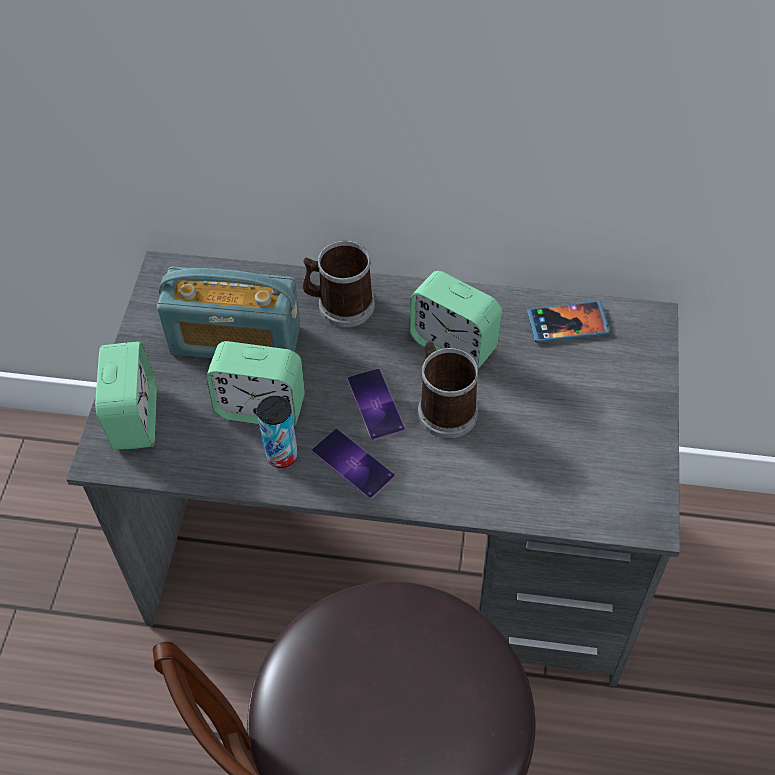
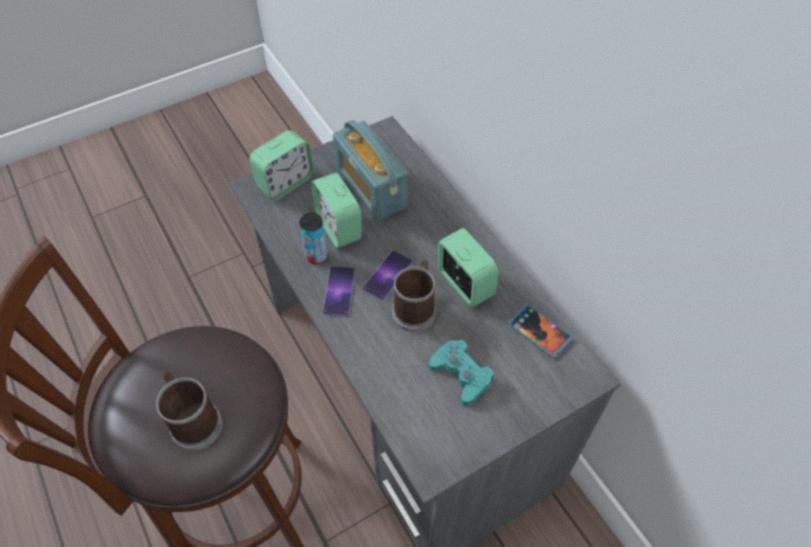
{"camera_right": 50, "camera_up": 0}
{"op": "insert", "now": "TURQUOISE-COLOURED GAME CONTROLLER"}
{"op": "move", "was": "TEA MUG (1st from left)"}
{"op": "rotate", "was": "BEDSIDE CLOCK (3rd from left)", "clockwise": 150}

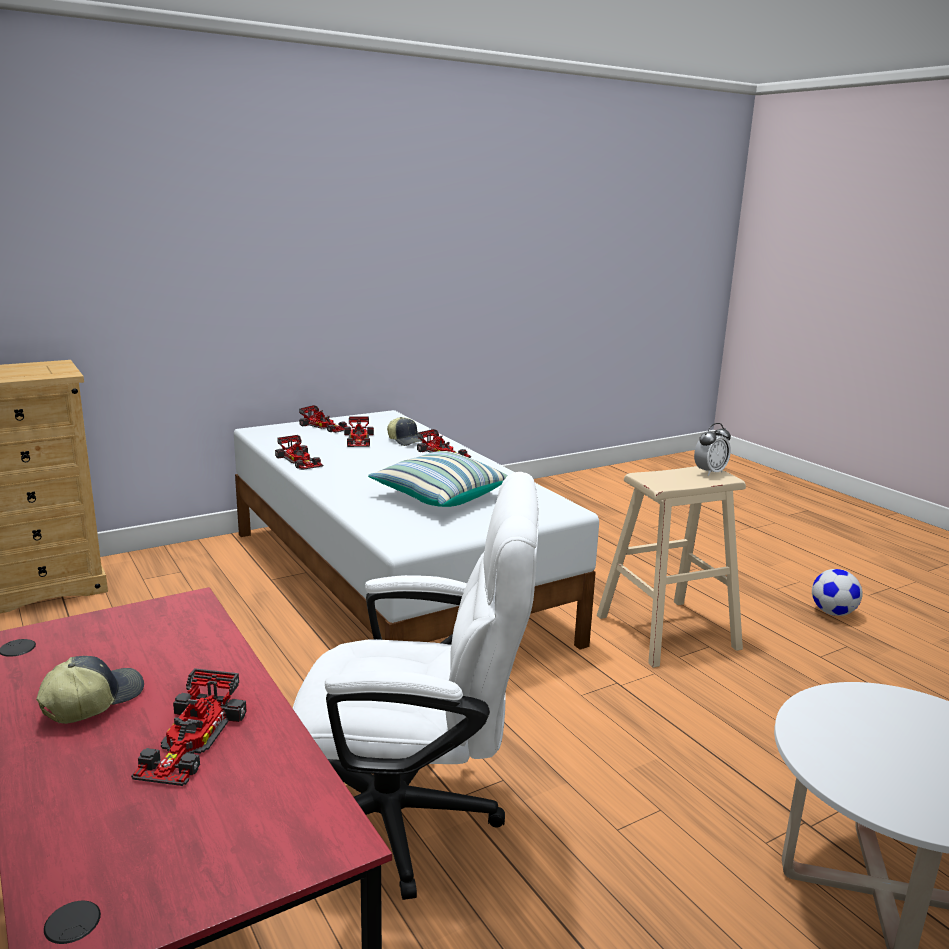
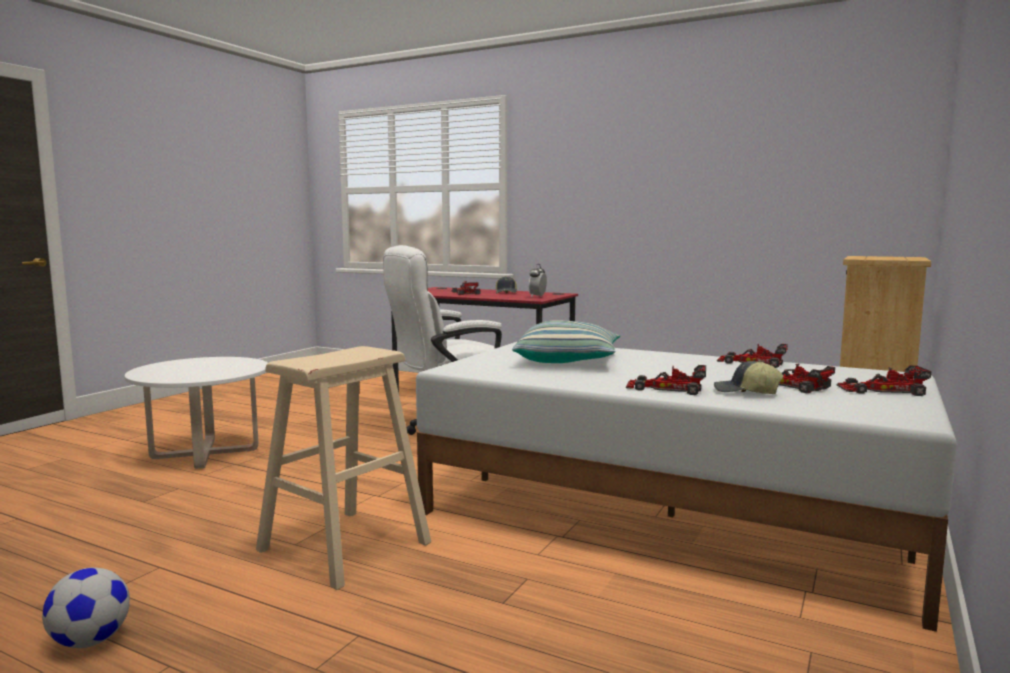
{"camera_right": 150, "camera_up": -10}
{"op": "move", "was": "BEDSIDE CLOCK"}

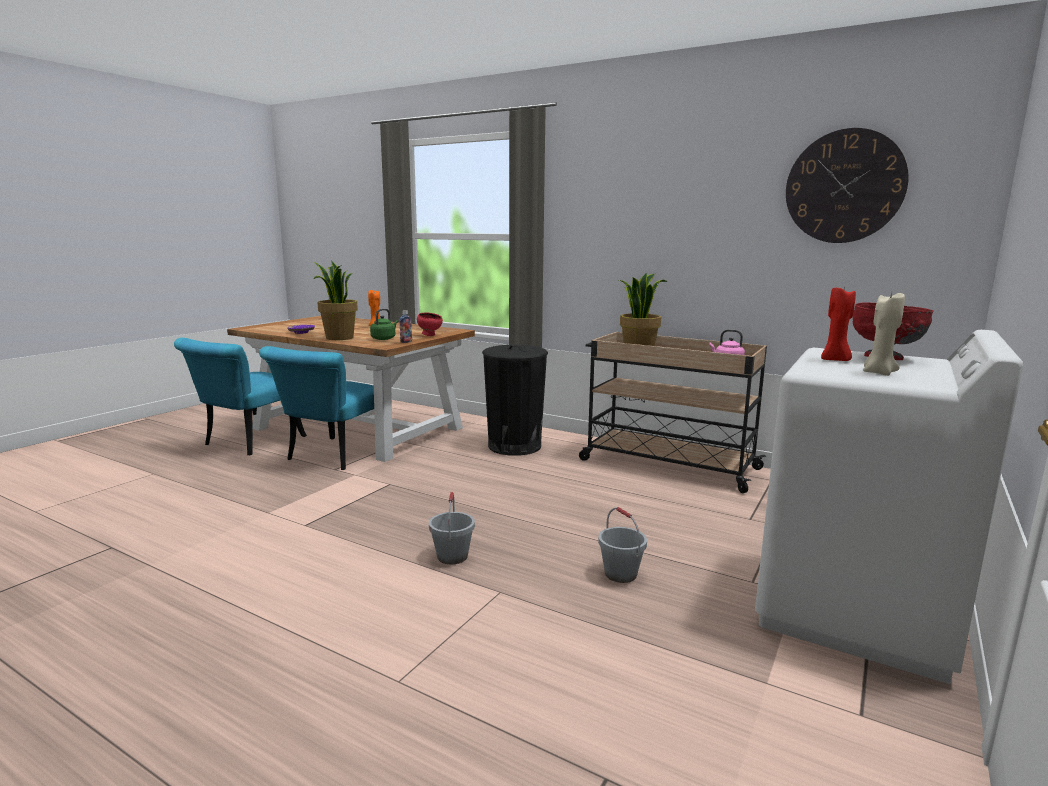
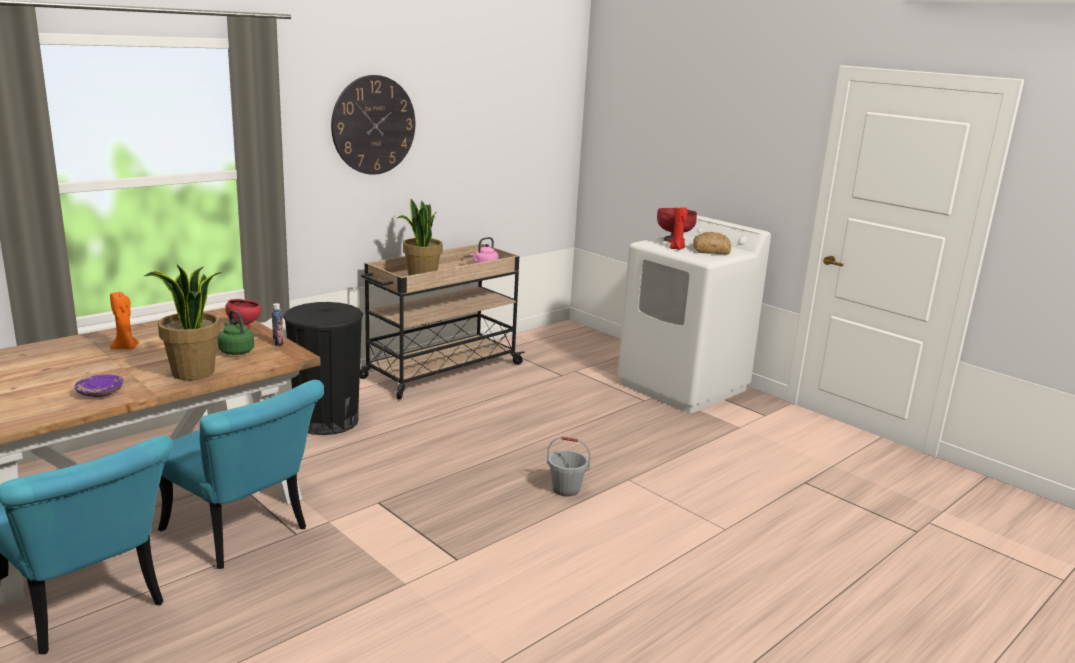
{"camera_right": -75, "camera_up": 5}
{"op": "delete", "was": "GREY BUCKET (2nd from left)"}
{"op": "move", "was": "CLOCK ON THE WALL"}
{"op": "replace", "was": "SAND-COLOURED CANDLE", "now": "BAKED BREAD"}

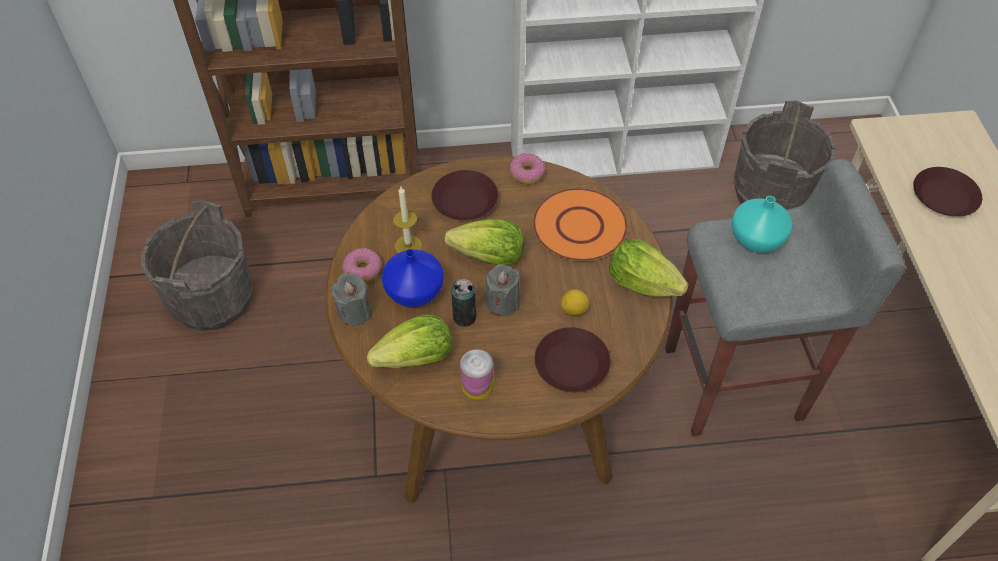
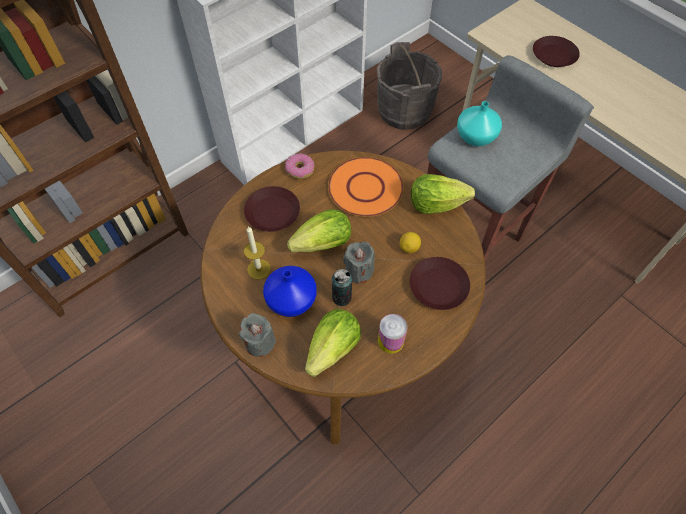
{"camera_right": -35, "camera_up": 5}
{"op": "delete", "was": "GREY BUCKET (1st from left)"}
{"op": "delete", "was": "DONUT (1st from left)"}

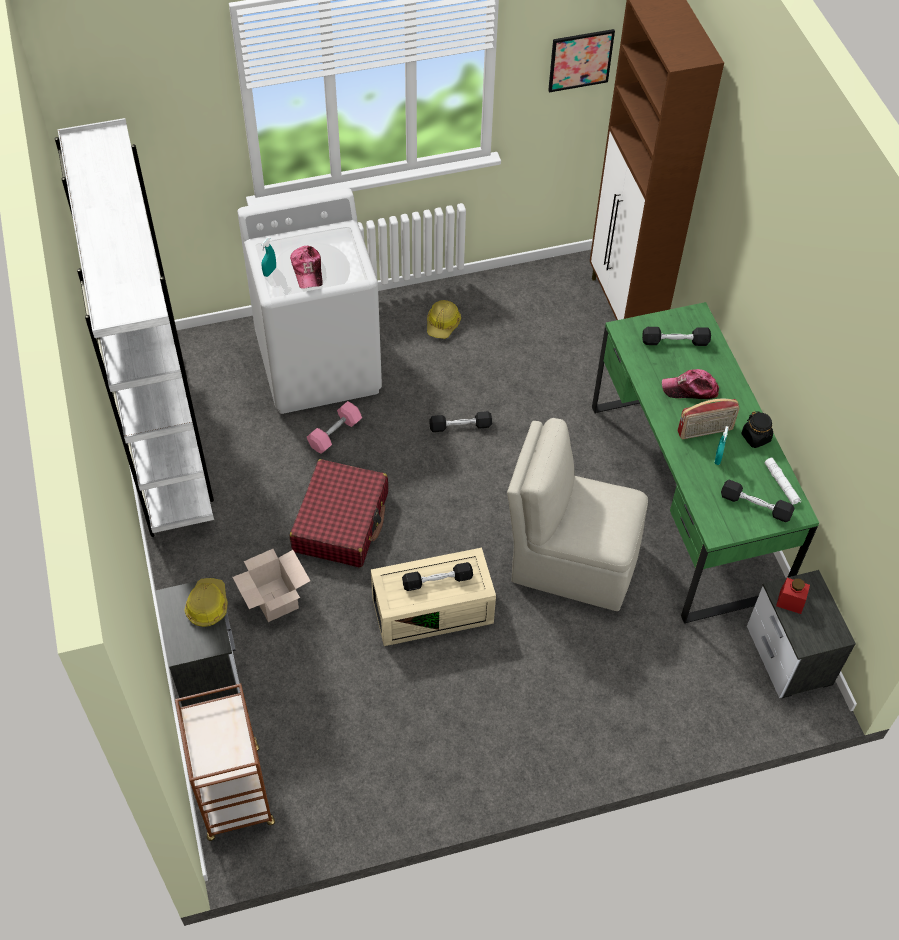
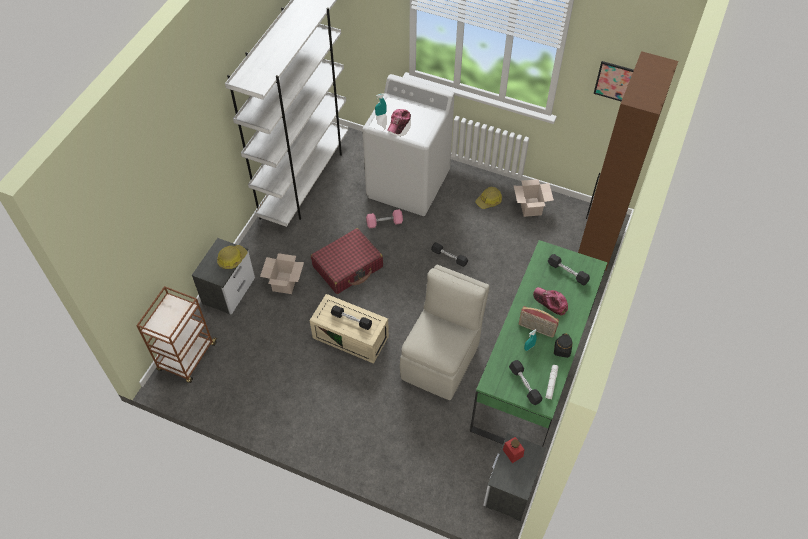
{"camera_right": 40, "camera_up": 0}
{"op": "insert", "now": "PACKING BOX (2nd from left)"}
{"op": "rotate", "was": "SAND-COLOURED UPRIGHT CHAIR", "clockwise": 60}

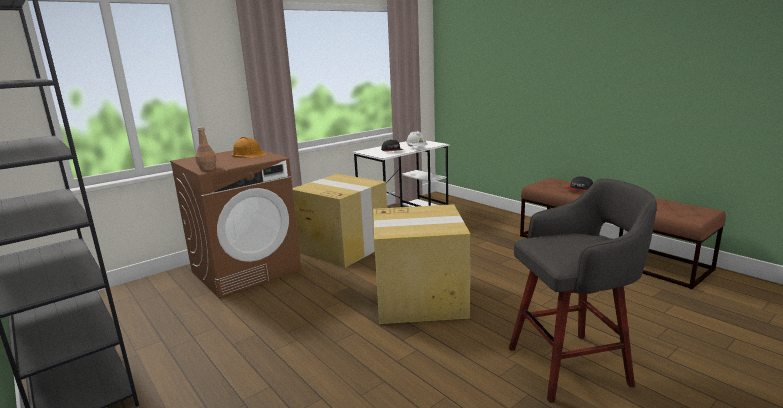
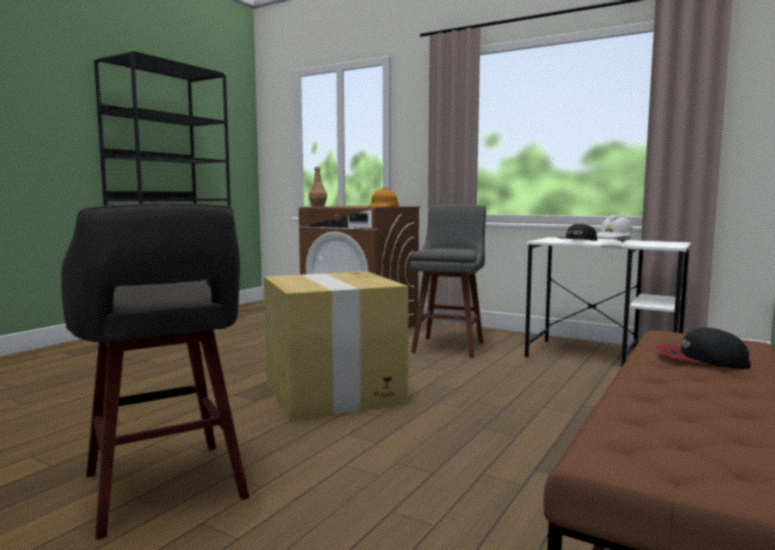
{"camera_right": 70, "camera_up": -10}
{"op": "replace", "was": "PACKING BOX (1st from left)", "now": "GREY SITTING STOOL (2nd from left)"}

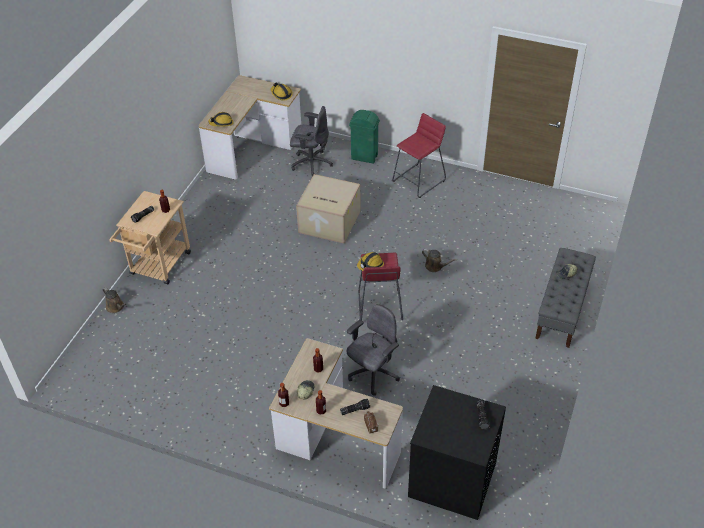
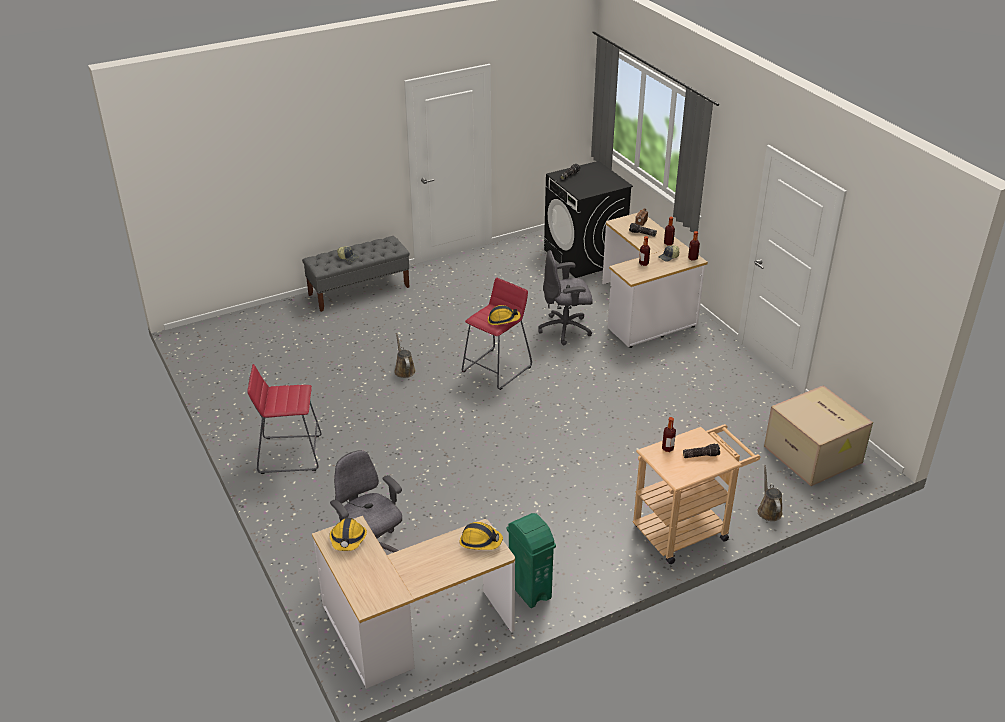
{"camera_right": -140, "camera_up": -10}
{"op": "move", "was": "PACKING BOX"}
{"op": "move", "was": "GREENISH WASTE BIN"}

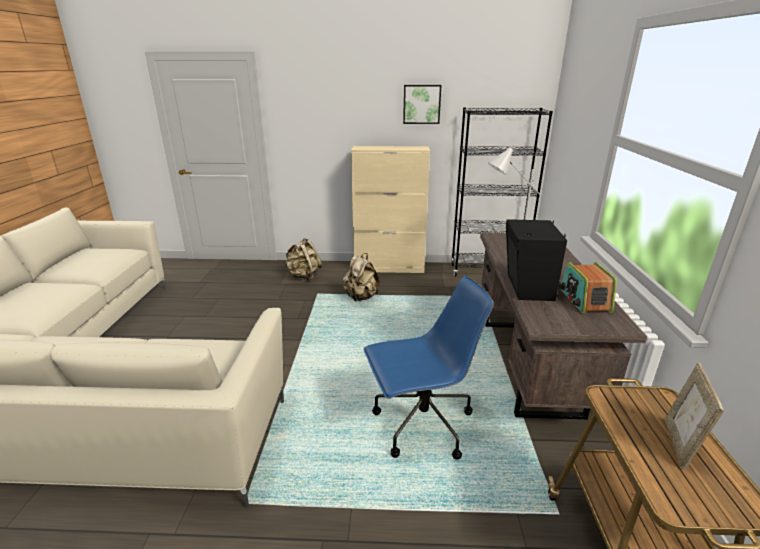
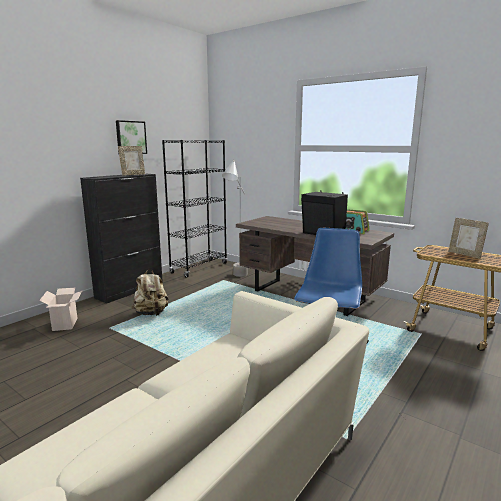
{"camera_right": -55, "camera_up": -10}
{"op": "insert", "now": "PHOTO FRAME (1st from left)"}
{"op": "replace", "was": "SAND-COLOURED RUCKSACK (1st from left)", "now": "PACKING BOX"}
{"op": "recolor", "was": "SAND-COLOURED CUPBOARD", "now": "BLACK CUPBOARD"}

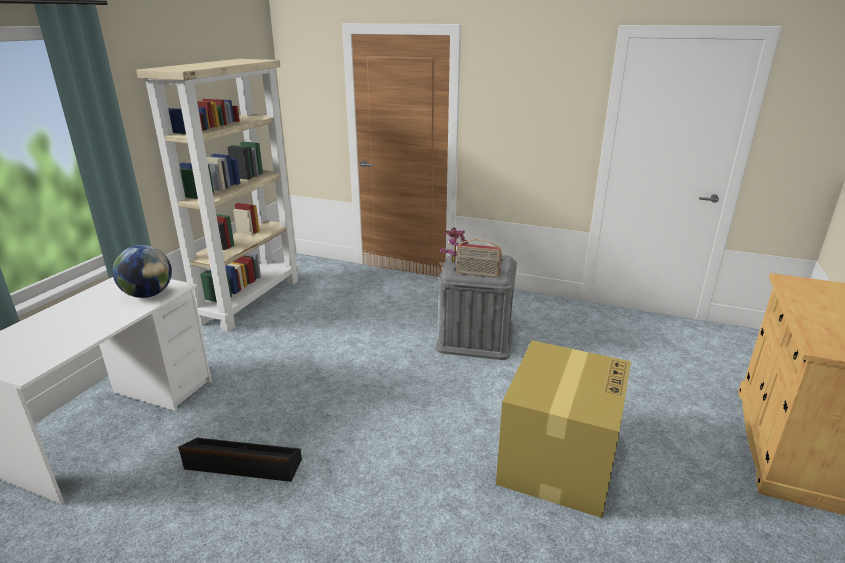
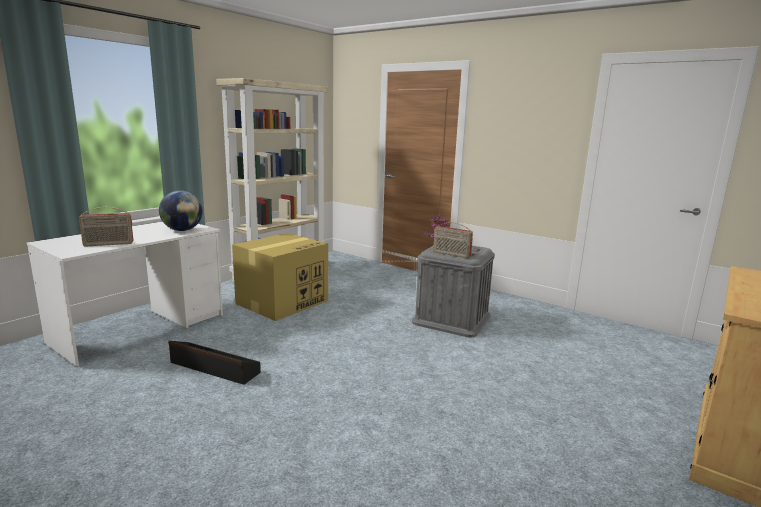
{"camera_right": 15, "camera_up": -10}
{"op": "insert", "now": "RADIO RECEIVER (1st from left)"}
{"op": "move", "was": "PACKING BOX"}

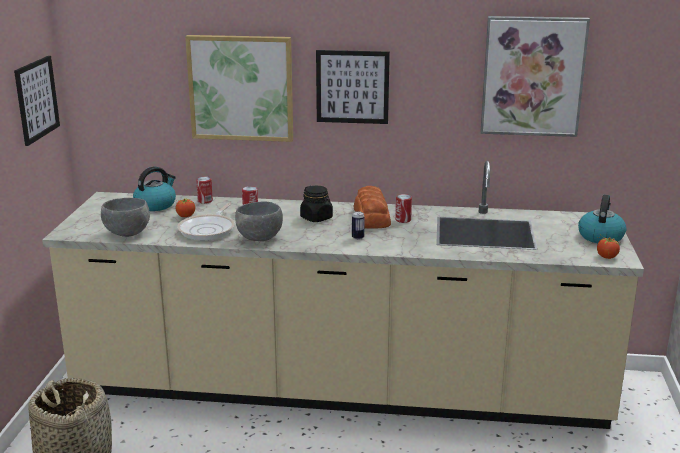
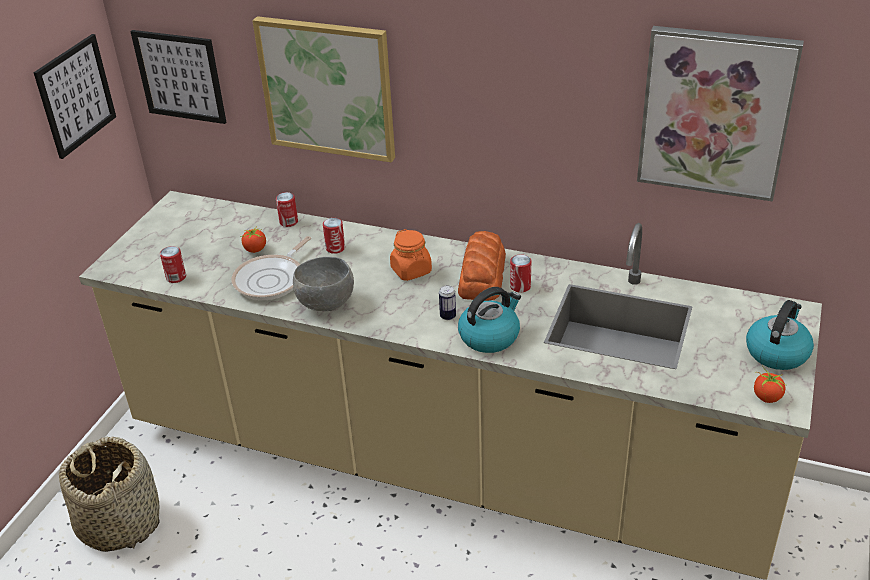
{"camera_right": 15, "camera_up": 15}
{"op": "move", "was": "WATER KETTLE (1st from left)"}
{"op": "move", "was": "WALL ART (3rd from left in the first image)", "now": "WALL ART (2nd from left)"}
{"op": "replace", "was": "GREY BOWL (1st from left)", "now": "CAN (1st from left)"}
{"op": "recolor", "was": "BLACK JAR", "now": "ORANGE-COLOURED JAR"}

